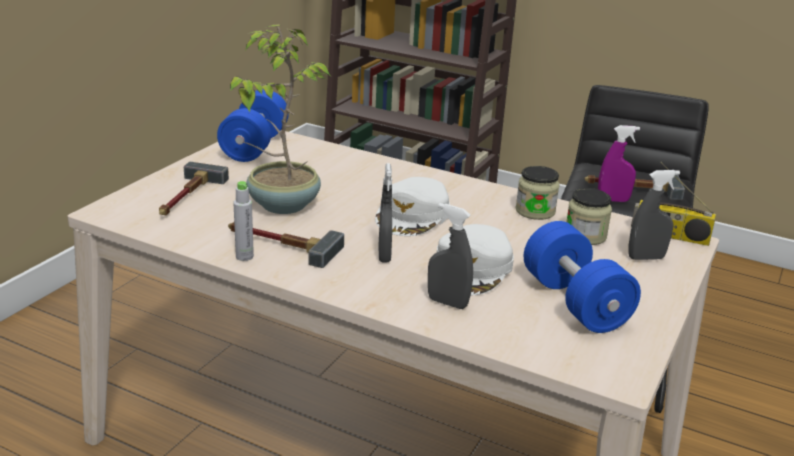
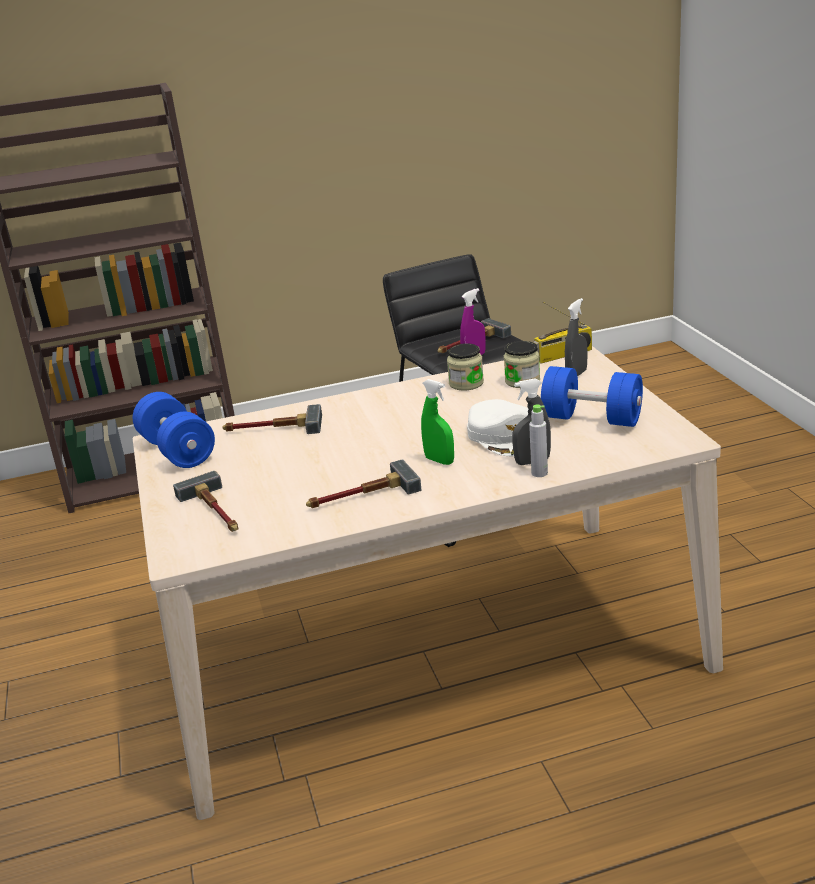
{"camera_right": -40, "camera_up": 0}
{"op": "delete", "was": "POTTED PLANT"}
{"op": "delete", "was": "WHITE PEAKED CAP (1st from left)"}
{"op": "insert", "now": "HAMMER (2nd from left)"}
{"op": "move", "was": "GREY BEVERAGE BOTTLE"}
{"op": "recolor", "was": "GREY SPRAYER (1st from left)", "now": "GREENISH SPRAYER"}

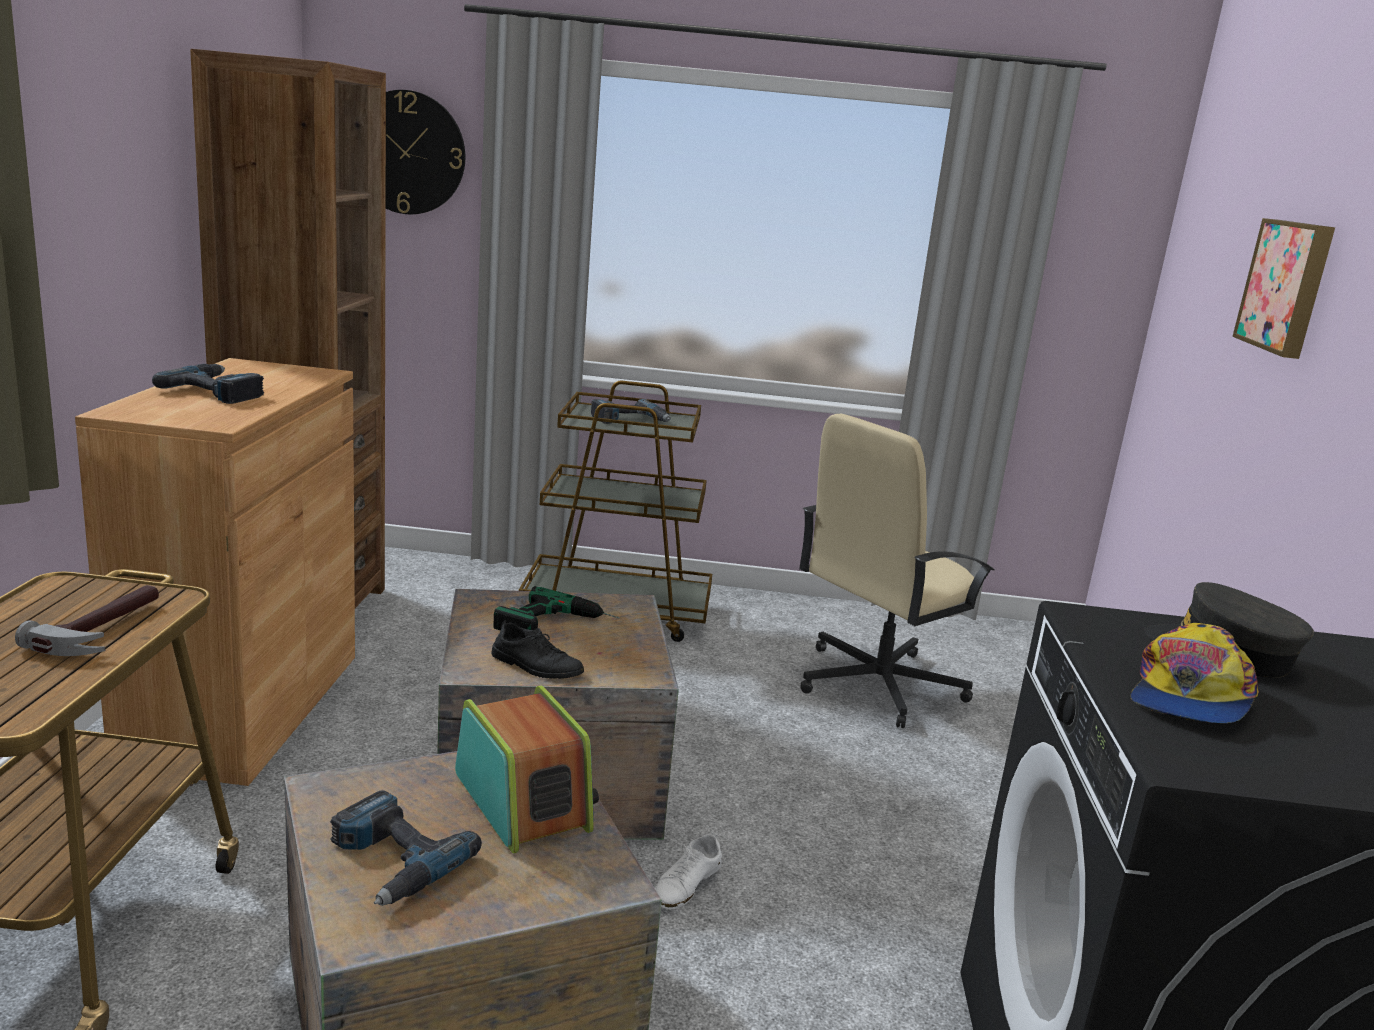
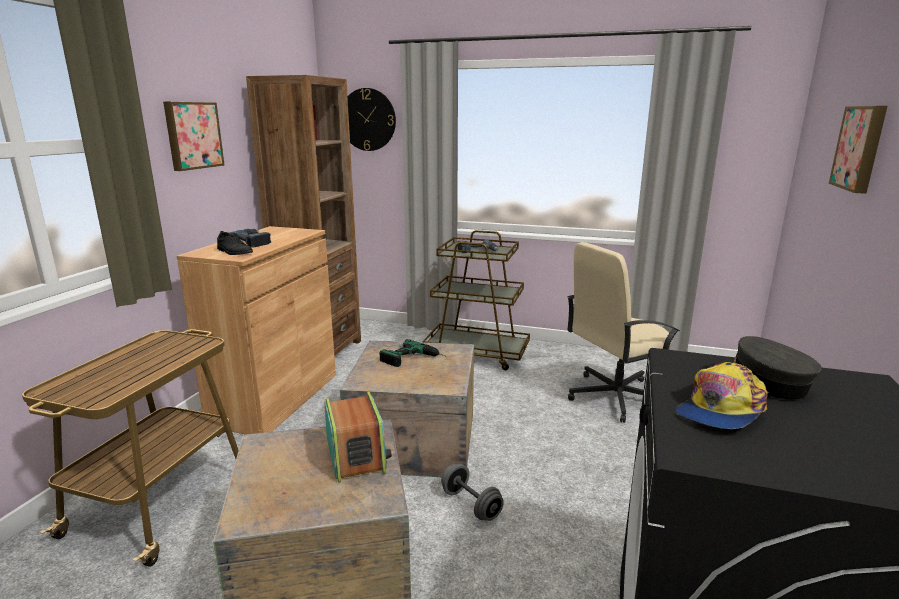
{"camera_right": 15, "camera_up": 0}
{"op": "delete", "was": "HAMMER"}
{"op": "delete", "was": "DRILL (2nd from left)"}
{"op": "insert", "now": "WALL ART (1st from left)"}
{"op": "move", "was": "BLACK ITEM OF FOOTWEAR"}
{"op": "replace", "was": "WHITE ITEM OF FOOTWEAR", "now": "GREY FREE WEIGHT"}

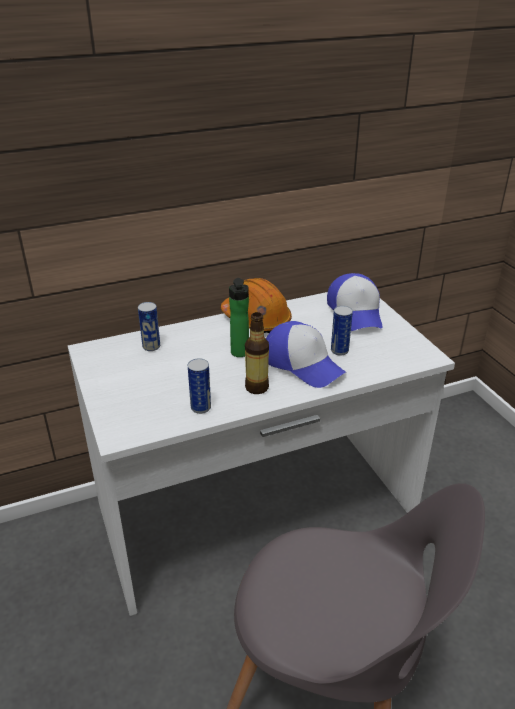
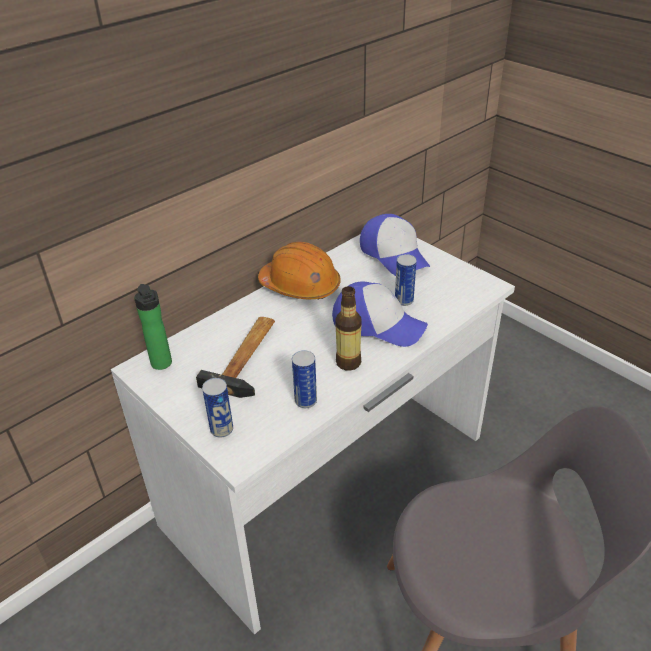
{"camera_right": -20, "camera_up": 5}
{"op": "insert", "now": "HAMMER"}
{"op": "move", "was": "CAN (1st from left)"}
{"op": "move", "was": "BEVERAGE BOTTLE (1st from left)"}

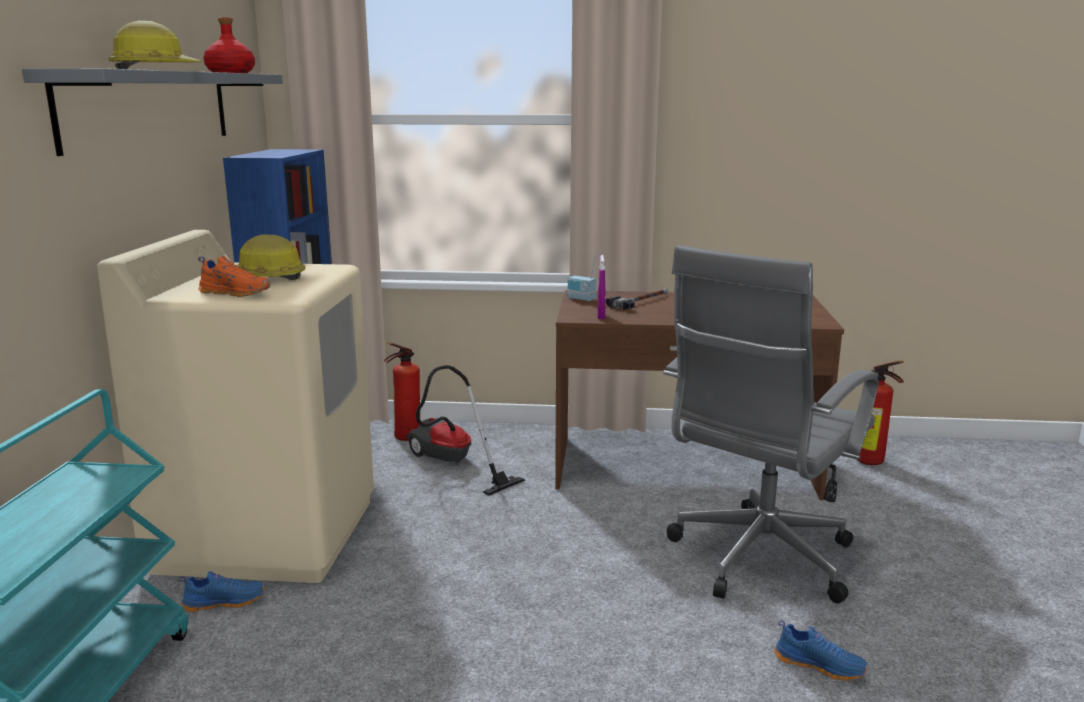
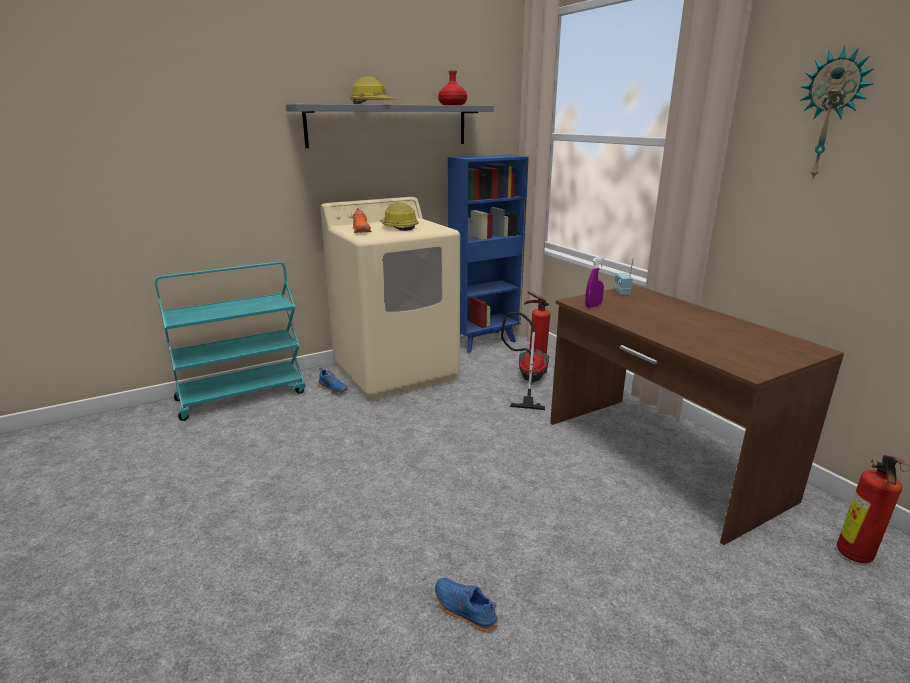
{"camera_right": 55, "camera_up": 5}
{"op": "delete", "was": "HAMMER"}
{"op": "delete", "was": "GREY DESK CHAIR"}
{"op": "insert", "now": "CLOCK ON THE WALL"}
{"op": "rotate", "was": "BLUISH ITEM OF FOOTWEAR (2nd from left)", "clockwise": 135}

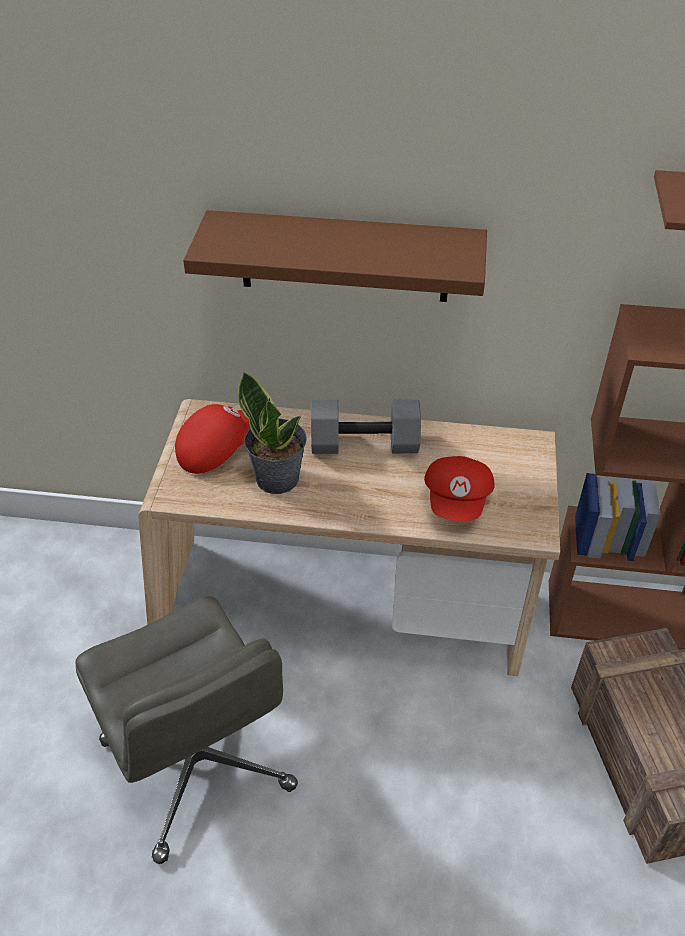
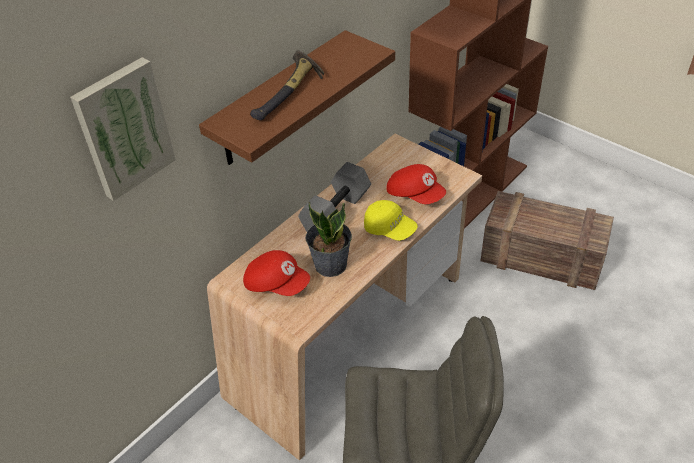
{"camera_right": -55, "camera_up": 0}
{"op": "insert", "now": "WALL ART"}
{"op": "insert", "now": "HAMMER"}
{"op": "insert", "now": "YELLOWISH PEAKED CAP"}
{"op": "rotate", "was": "REDDISH PEAKED CAP (1st from left)", "clockwise": 120}

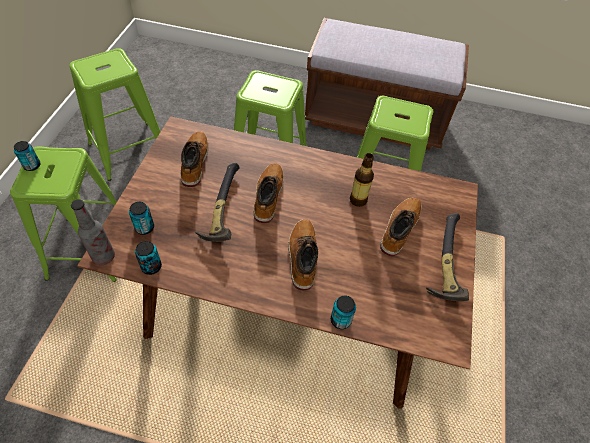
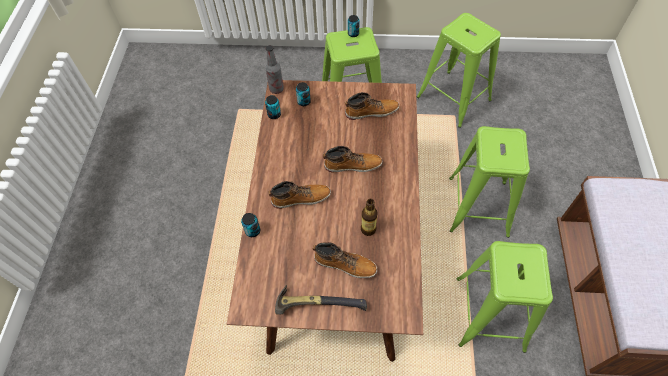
{"camera_right": 85, "camera_up": 5}
{"op": "delete", "was": "HAMMER (1st from left)"}

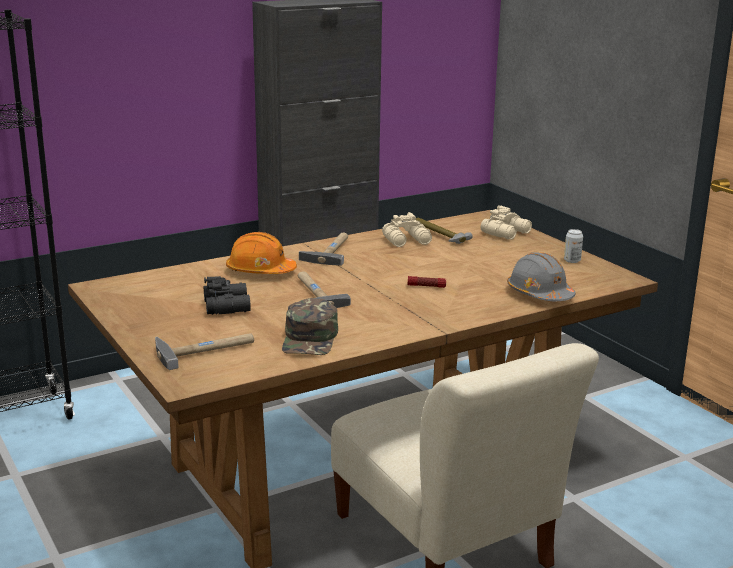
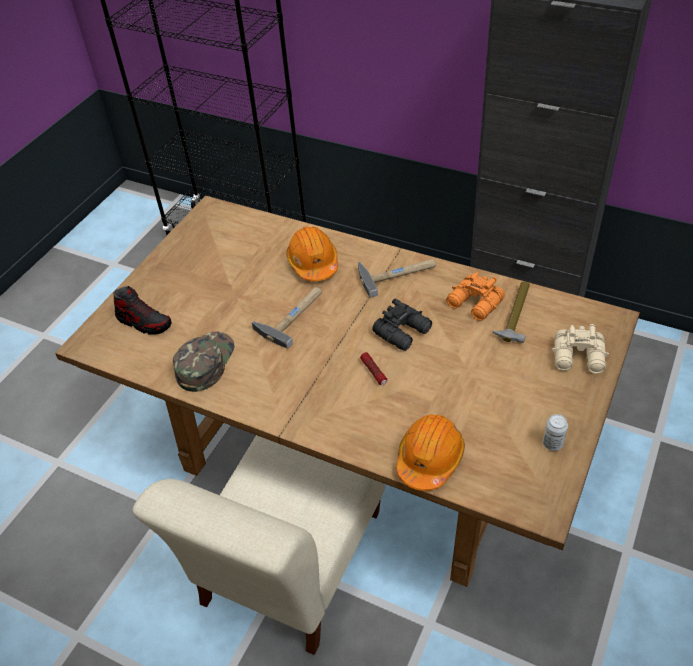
{"camera_right": 60, "camera_up": 25}
{"op": "move", "was": "BLACK FIELD GLASSES"}
{"op": "replace", "was": "HAMMER (1st from left)", "now": "ITEM OF FOOTWEAR"}
{"op": "recolor", "was": "SAND-COLOURED FIELD GLASSES (1st from left)", "now": "ORANGE-COLOURED FIELD GLASSES"}
{"op": "recolor", "was": "GREY SAFETY HELMET", "now": "ORANGE-COLOURED SAFETY HELMET (2nd from left)"}
{"op": "rotate", "was": "GREENISH PEAKED CAP", "clockwise": 135}

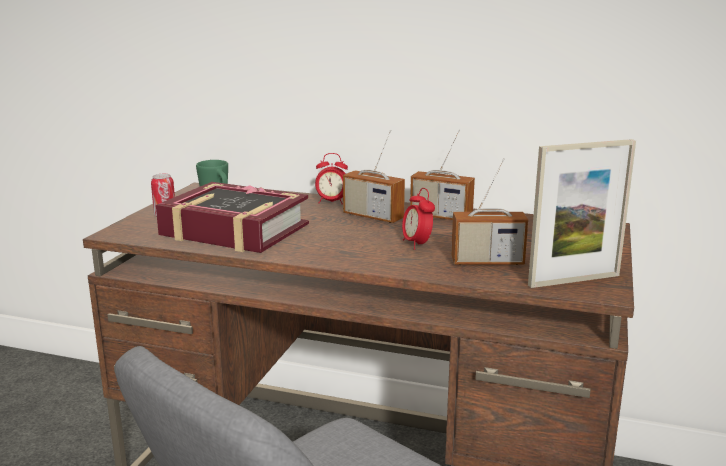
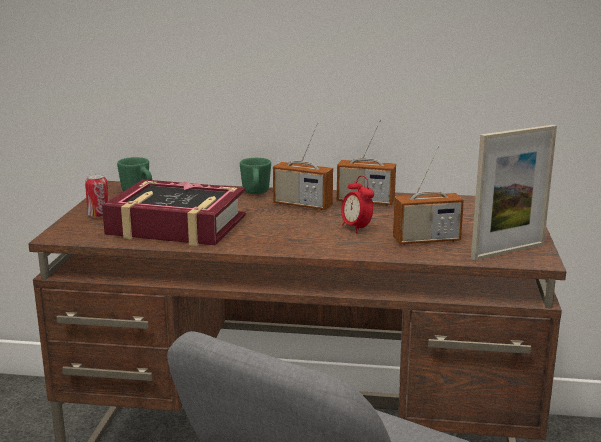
{"camera_right": -10, "camera_up": 0}
{"op": "replace", "was": "BEDSIDE CLOCK (1st from left)", "now": "GREENISH TEA MUG (2nd from left)"}

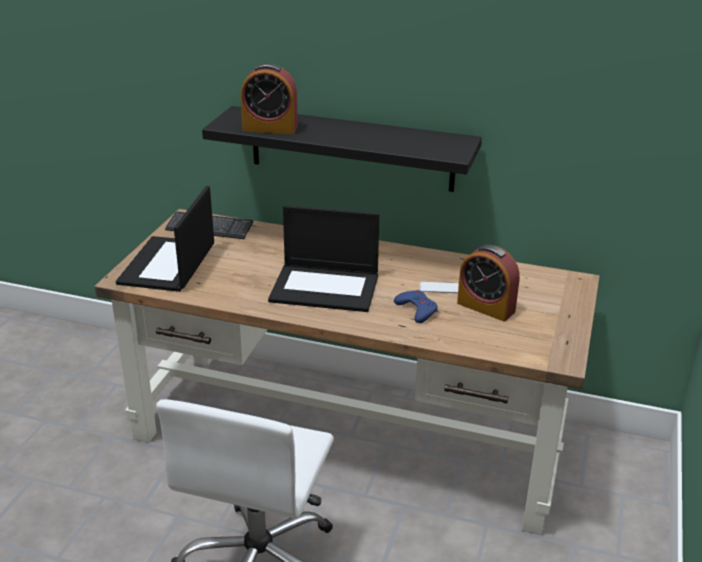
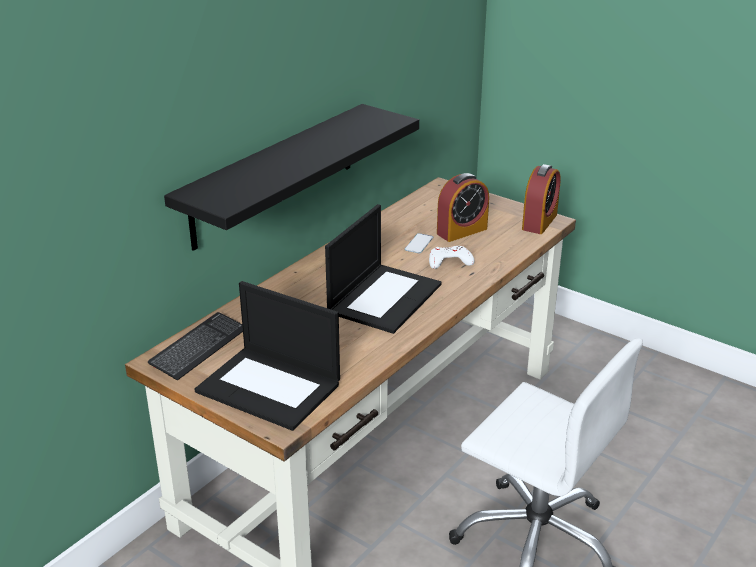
{"camera_right": -70, "camera_up": 0}
{"op": "move", "was": "BEDSIDE CLOCK (1st from left in the first image)", "now": "BEDSIDE CLOCK (2nd from left)"}
{"op": "recolor", "was": "BLUISH GAME CONTROLLER", "now": "WHITE GAME CONTROLLER"}

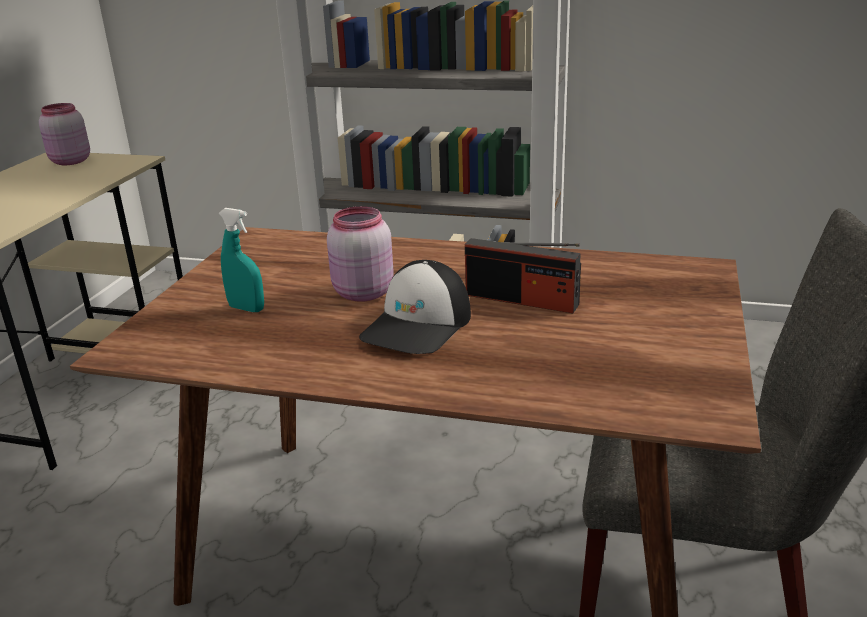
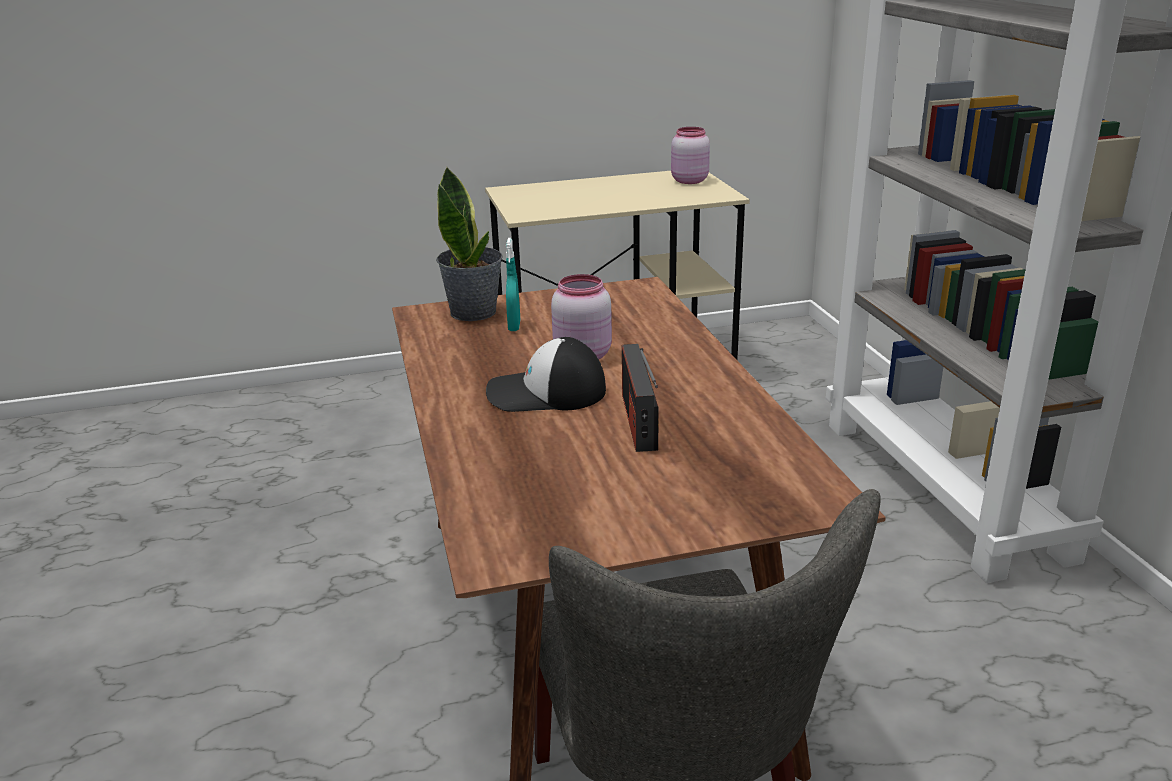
{"camera_right": 60, "camera_up": 0}
{"op": "insert", "now": "POTTED PLANT"}

